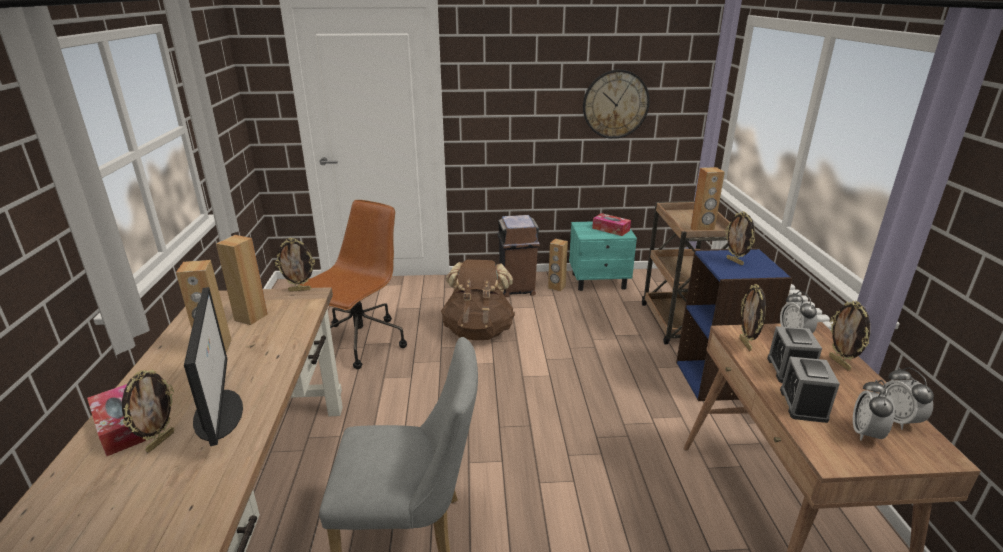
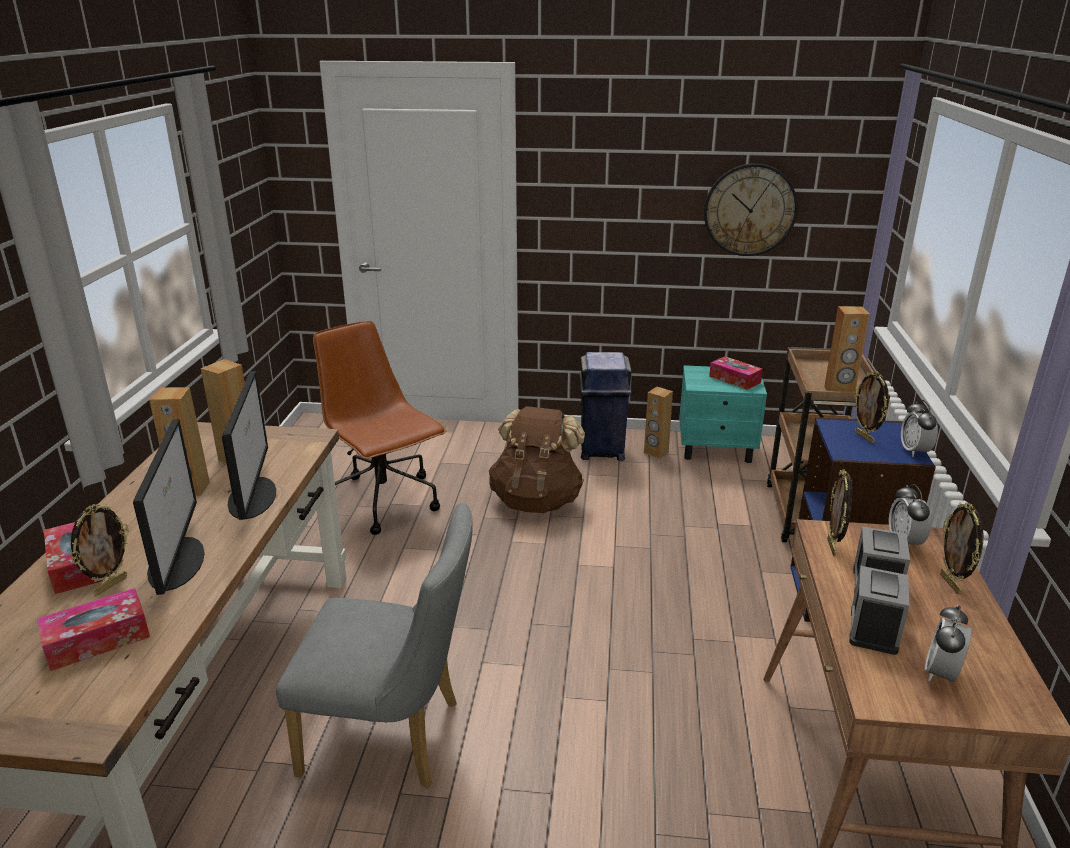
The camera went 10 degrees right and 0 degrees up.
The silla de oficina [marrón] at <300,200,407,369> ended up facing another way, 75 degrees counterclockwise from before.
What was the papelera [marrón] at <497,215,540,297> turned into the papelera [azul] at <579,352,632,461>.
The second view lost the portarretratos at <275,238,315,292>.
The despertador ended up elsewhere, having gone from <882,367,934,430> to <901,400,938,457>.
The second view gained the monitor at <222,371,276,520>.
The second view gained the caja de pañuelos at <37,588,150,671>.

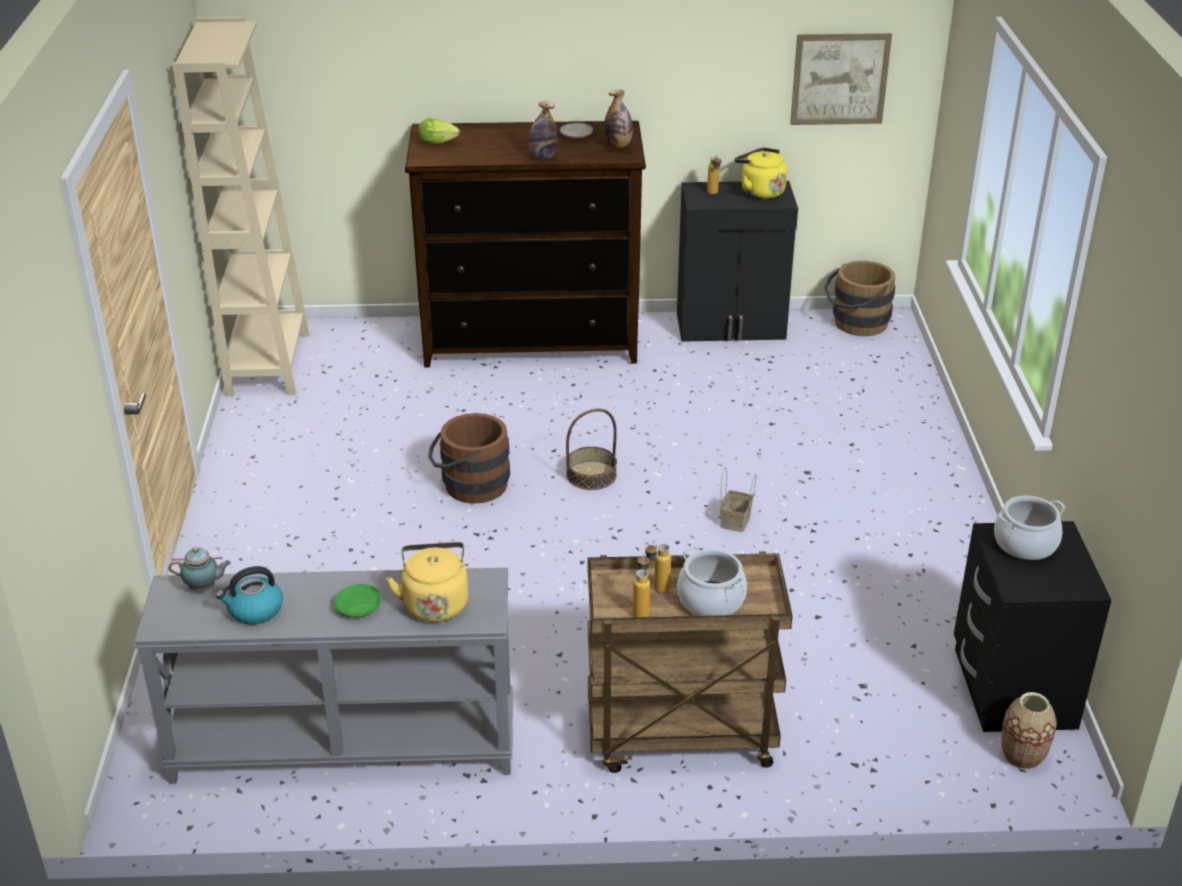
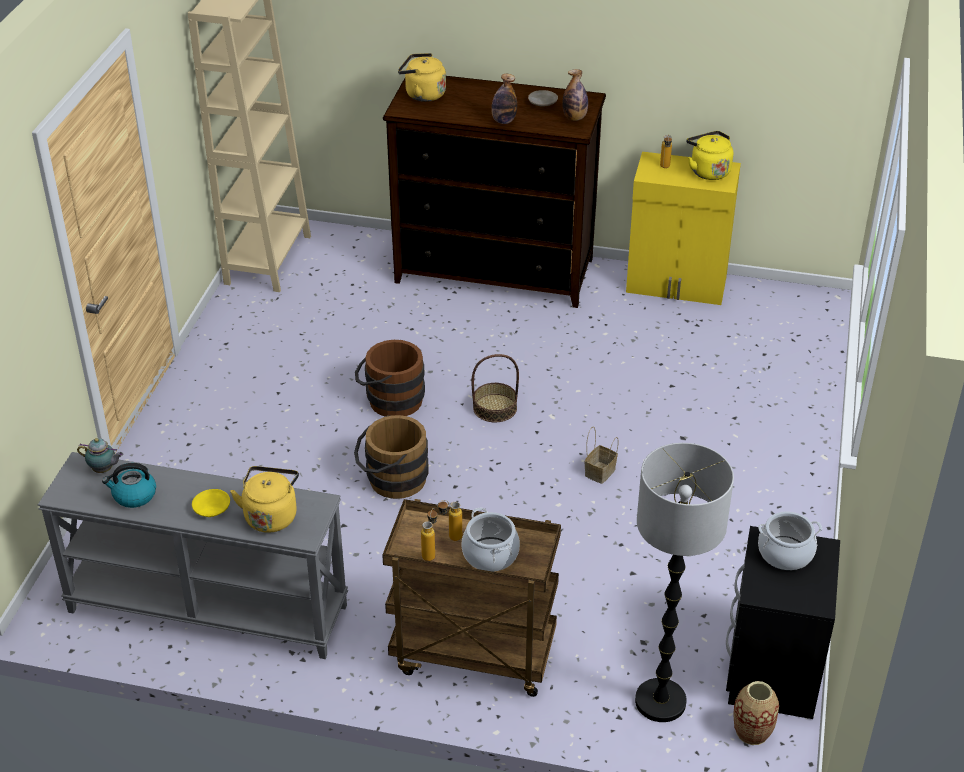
The camera went 15 degrees right and 5 degrees up.
The second view lost the cuadro at <790,33,892,125>.
Where the lechuga stood at <418,118,460,144>, the hervidor [amarillo] came to stand at <398,53,446,102>.
What was the armario [negro] at <677,181,798,342> turned into the armario [amarillo] at <626,152,741,305>.
The cubo [marrón] ended up elsewhere, having gone from <824,261,895,336> to <354,415,428,499>.
What was the plato [verde] at <334,584,381,617> turned into the plato [amarillo] at <192,489,230,517>.
The second view gained the lámpara de pie at <635,443,734,722>.

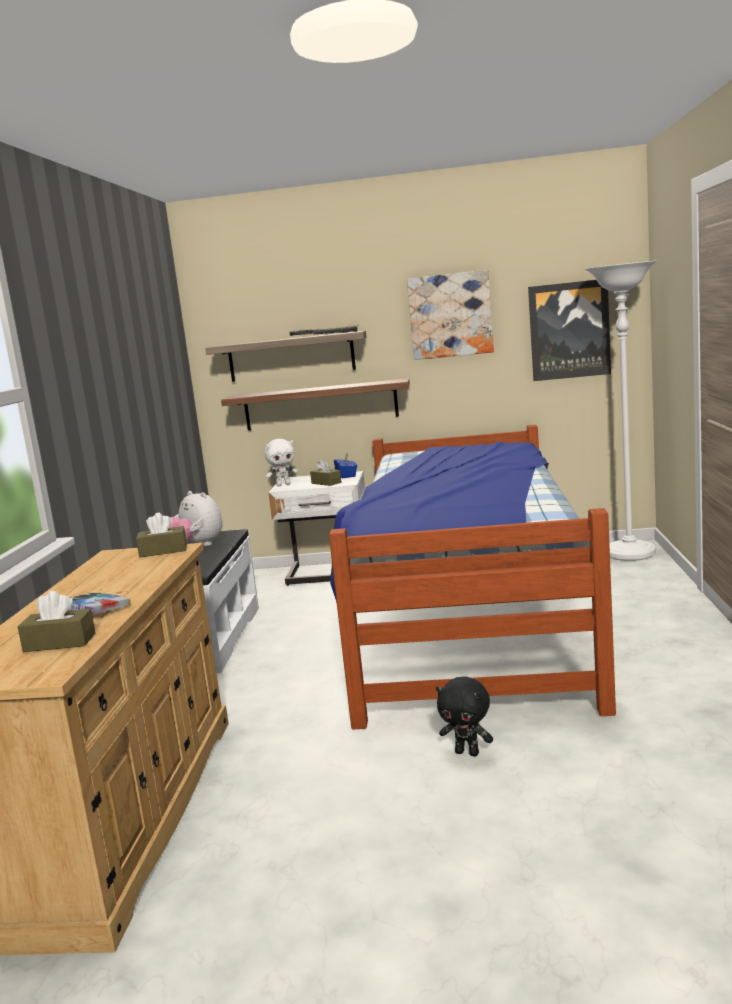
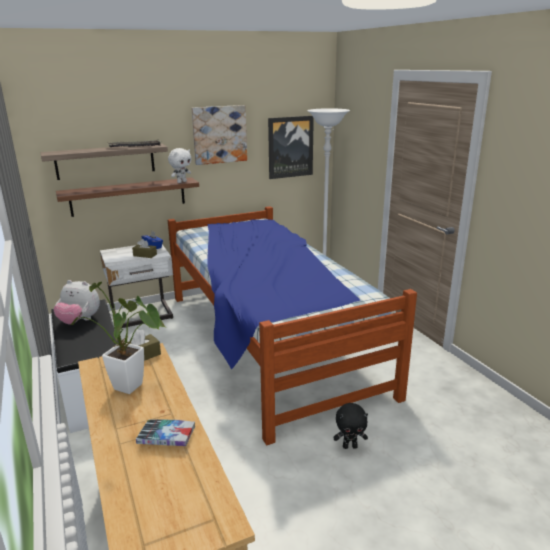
The camera went 30 degrees left and 10 degrees up.
The peluche [blanco] ended up elsewhere, having gone from <264,439,298,486> to <168,148,191,183>.
The second view lost the caja de pañuelos [marrón] at <18,591,96,652>.
The second view gained the planta en maceta at <71,282,166,394>.

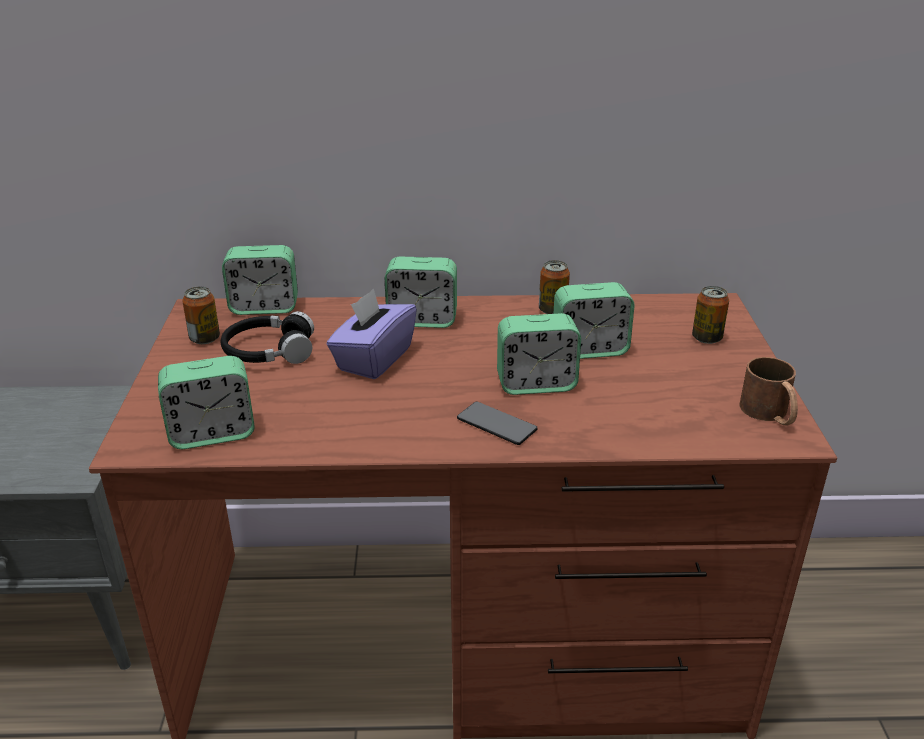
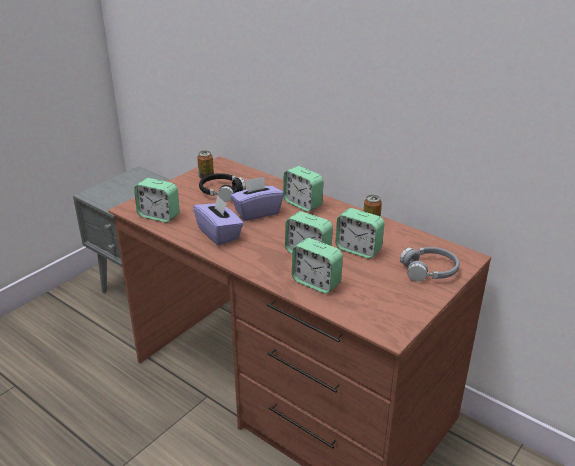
The camera went 40 degrees right and 0 degrees up.
The despertador ended up elsewhere, having gone from <222,245,298,315> to <292,238,343,294>.
Where the lata stood at <692,286,729,344>, the auriculares [gris] came to stand at <400,247,460,282>.
The second view lost the taza grande [marrón] at <739,357,798,425>.
The second view lost the móvil at <457,402,538,445>.
The second view gained the caja de pañuelos [morado] at <193,195,243,246>.

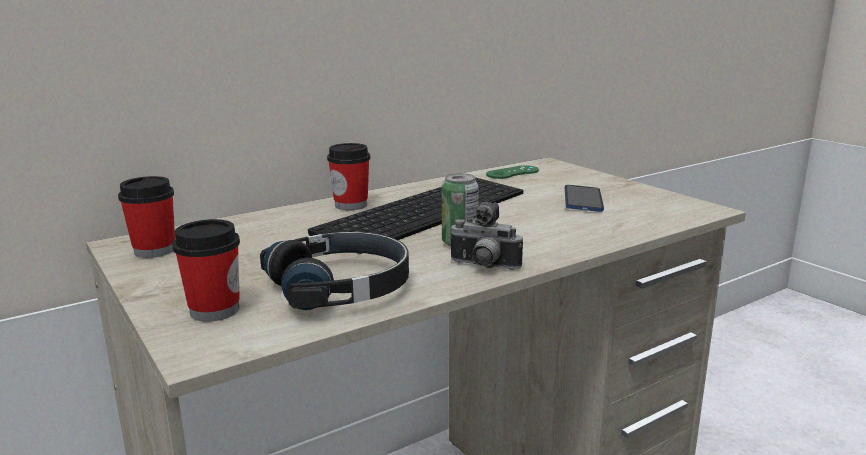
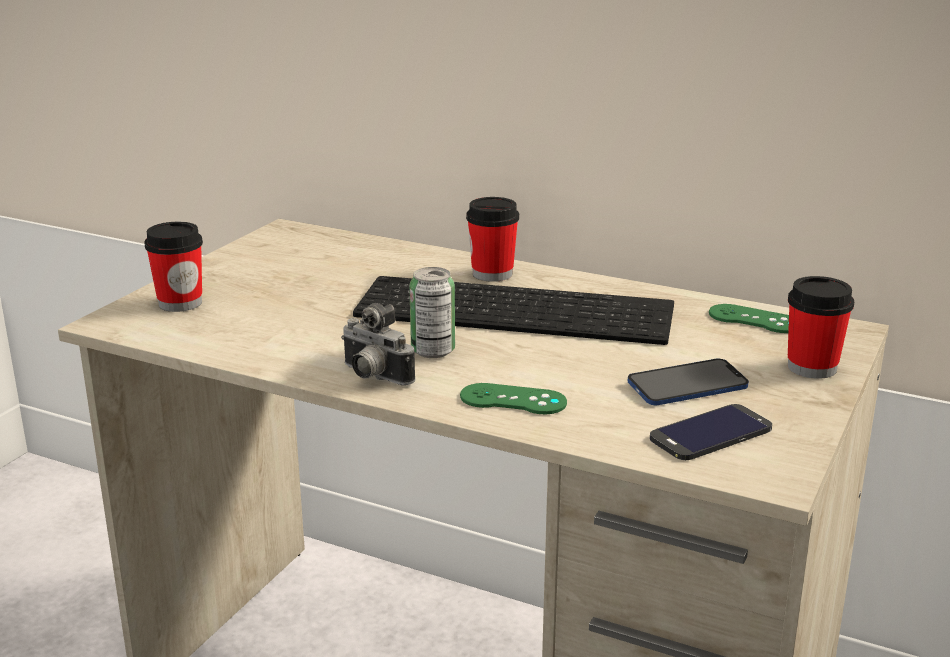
The camera went 60 degrees right and 5 degrees up.
The taza ended up elsewhere, having gone from <118,176,175,258> to <788,276,854,379>.
The cámara at <449,202,523,270> ended up facing another way, 45 degrees counterclockwise from before.
The second view lost the auriculares [negro] at <260,232,409,310>.
The second view gained the mando de consola [verde] at <460,383,567,414>.
The second view gained the móvil at <650,404,772,460>.

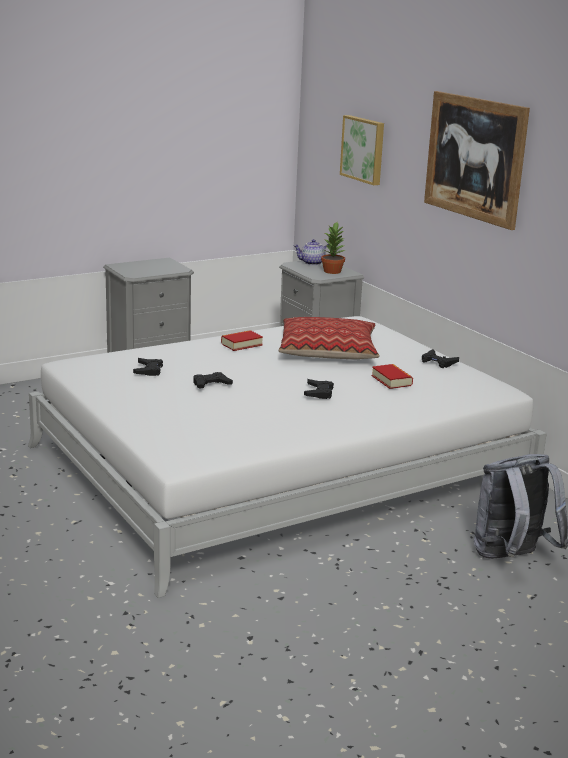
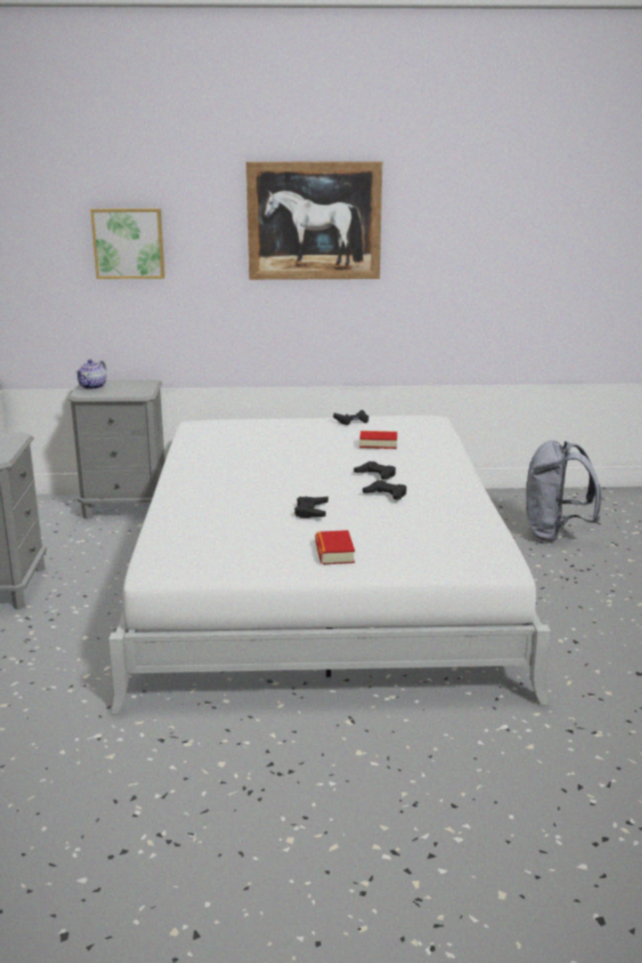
The camera went 60 degrees left and 0 degrees up.
The second view lost the planta en maceta at <321,222,346,274>.
The second view lost the cojín at <279,317,380,359>.
The libro ended up elsewhere, having gone from <221,330,263,351> to <315,530,355,564>.
The mando de consola [negro] ended up elsewhere, having gone from <133,358,163,376> to <363,480,407,500>.

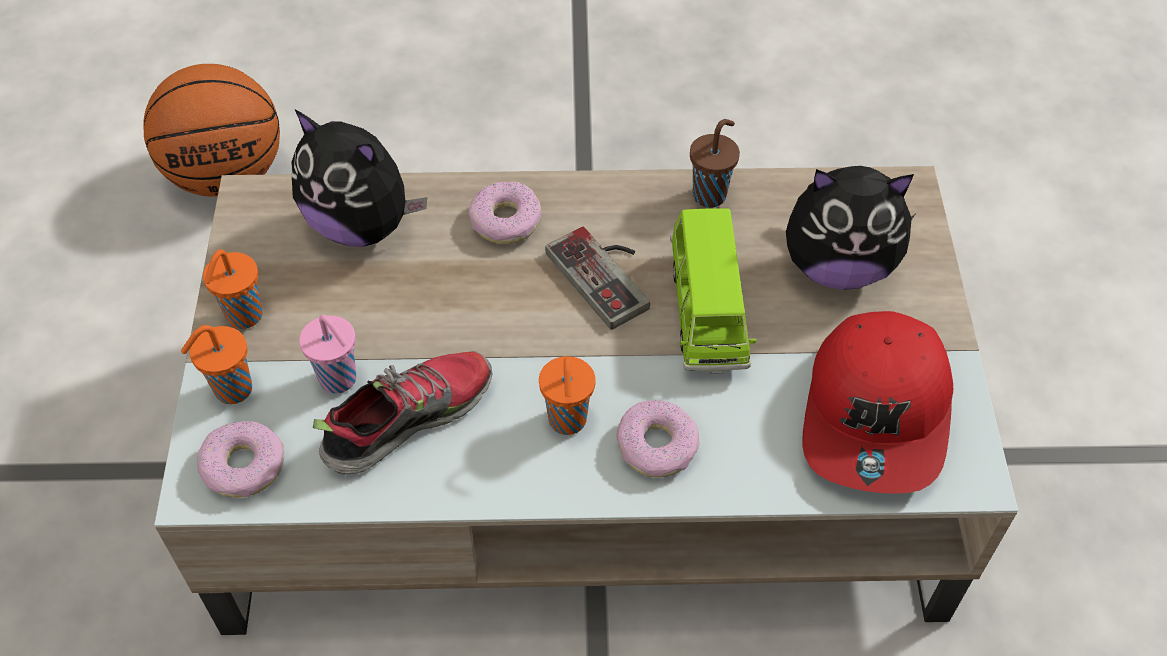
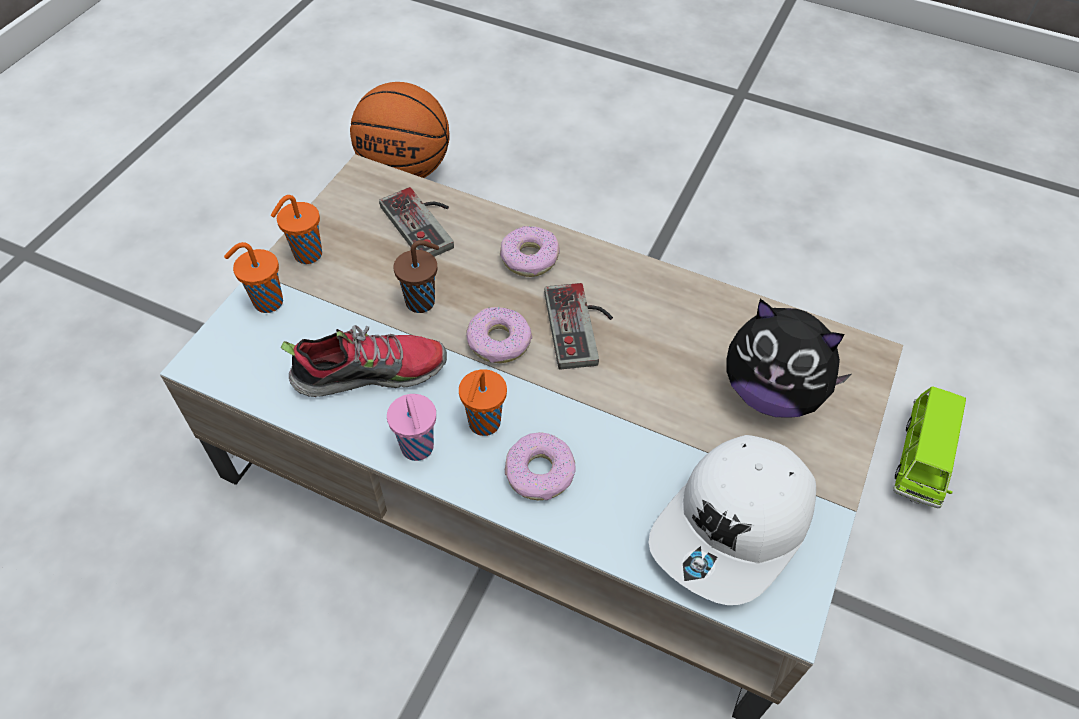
The camera went 25 degrees right and 0 degrees up.
Where the peluche stood at <291,110,427,247>, the mando de consola came to stand at <379,187,454,257>.
The taza [marrón] ended up elsewhere, having gone from <690,119,740,208> to <393,240,439,313>.
The coche de juguete [verde] ended up elsewhere, having gone from <670,208,757,374> to <893,386,966,508>.
What was the gorra [rojo] at <802,311,953,494> turned into the gorra [blanco] at <649,435,816,605>.
The taza [rosa] ended up elsewhere, having gone from <299,315,356,393> to <387,394,436,461>.
The rosquilla ended up elsewhere, having gone from <197,421,284,498> to <466,307,532,363>.

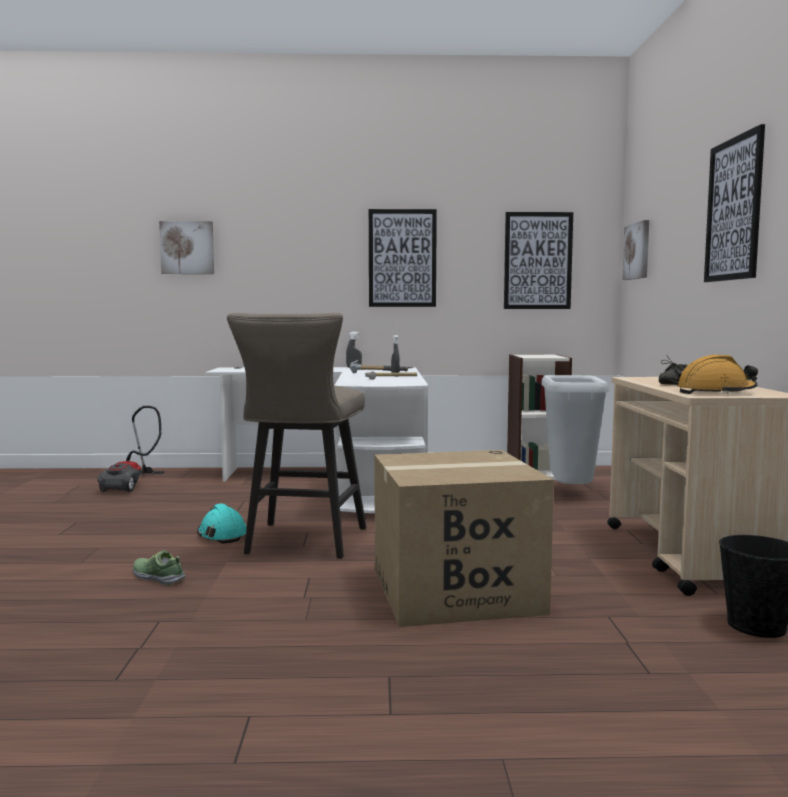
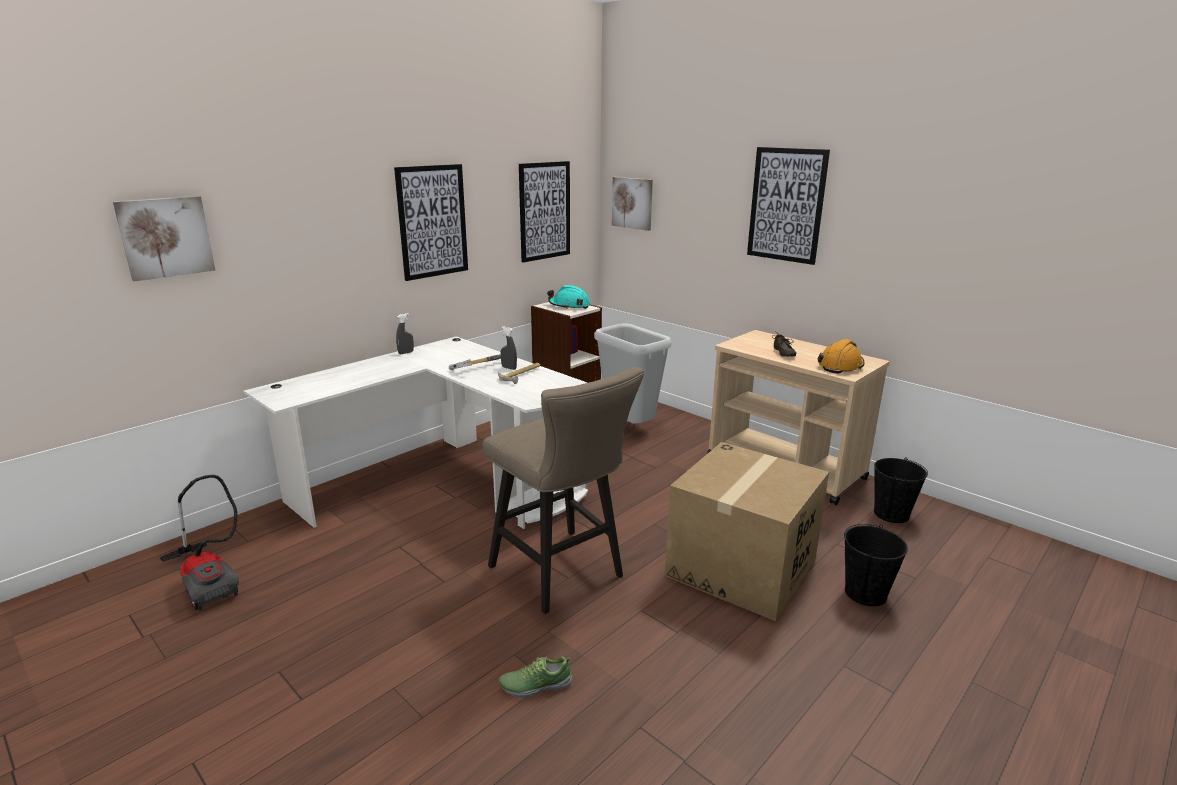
The camera went 45 degrees left and 15 degrees up.
The casco [turquesa] ended up elsewhere, having gone from <197,503,247,544> to <547,285,590,309>.
The second view gained the cubo [negro] at <844,524,908,606>.

